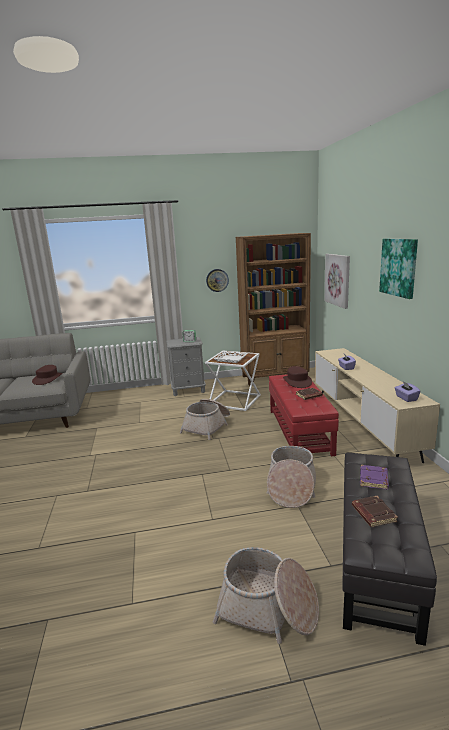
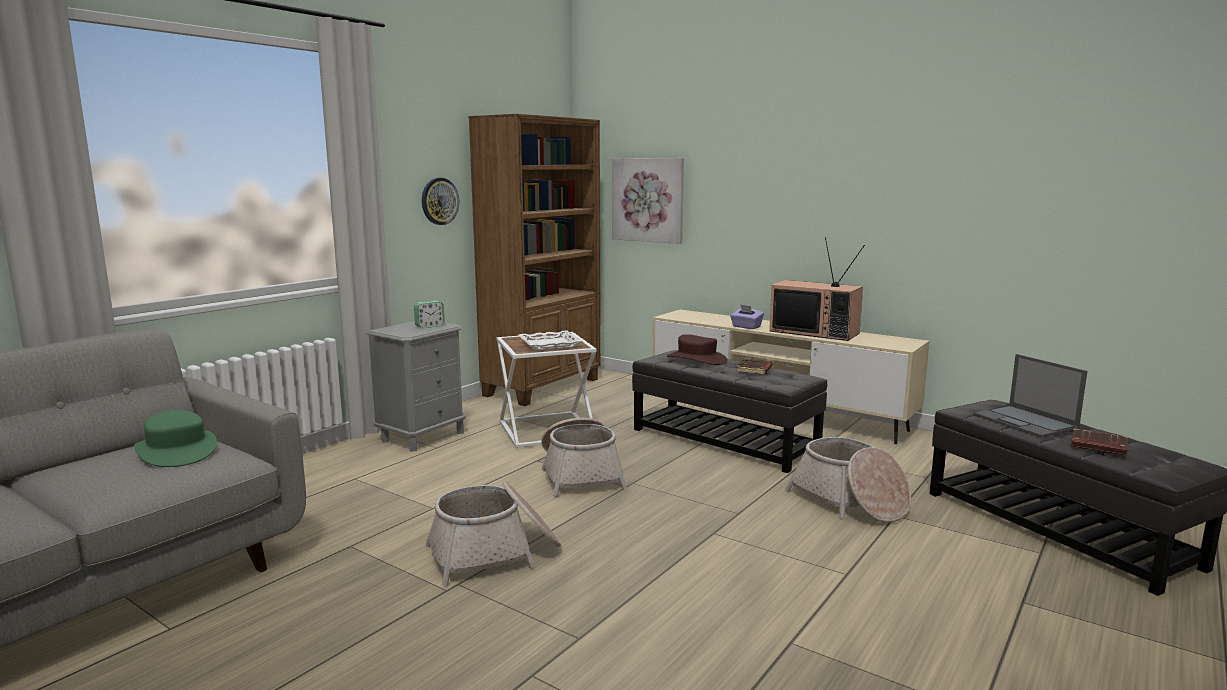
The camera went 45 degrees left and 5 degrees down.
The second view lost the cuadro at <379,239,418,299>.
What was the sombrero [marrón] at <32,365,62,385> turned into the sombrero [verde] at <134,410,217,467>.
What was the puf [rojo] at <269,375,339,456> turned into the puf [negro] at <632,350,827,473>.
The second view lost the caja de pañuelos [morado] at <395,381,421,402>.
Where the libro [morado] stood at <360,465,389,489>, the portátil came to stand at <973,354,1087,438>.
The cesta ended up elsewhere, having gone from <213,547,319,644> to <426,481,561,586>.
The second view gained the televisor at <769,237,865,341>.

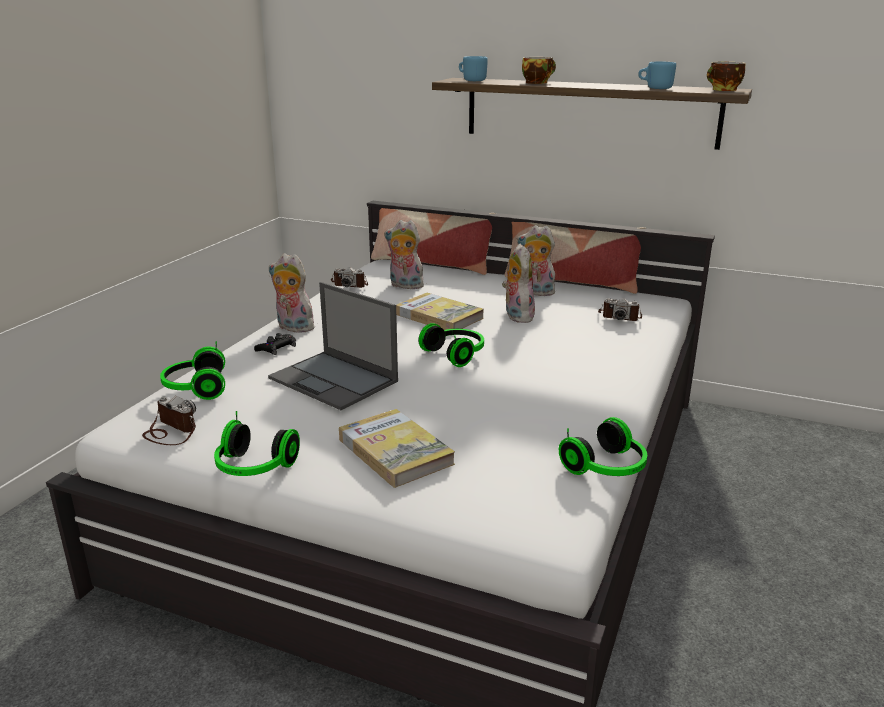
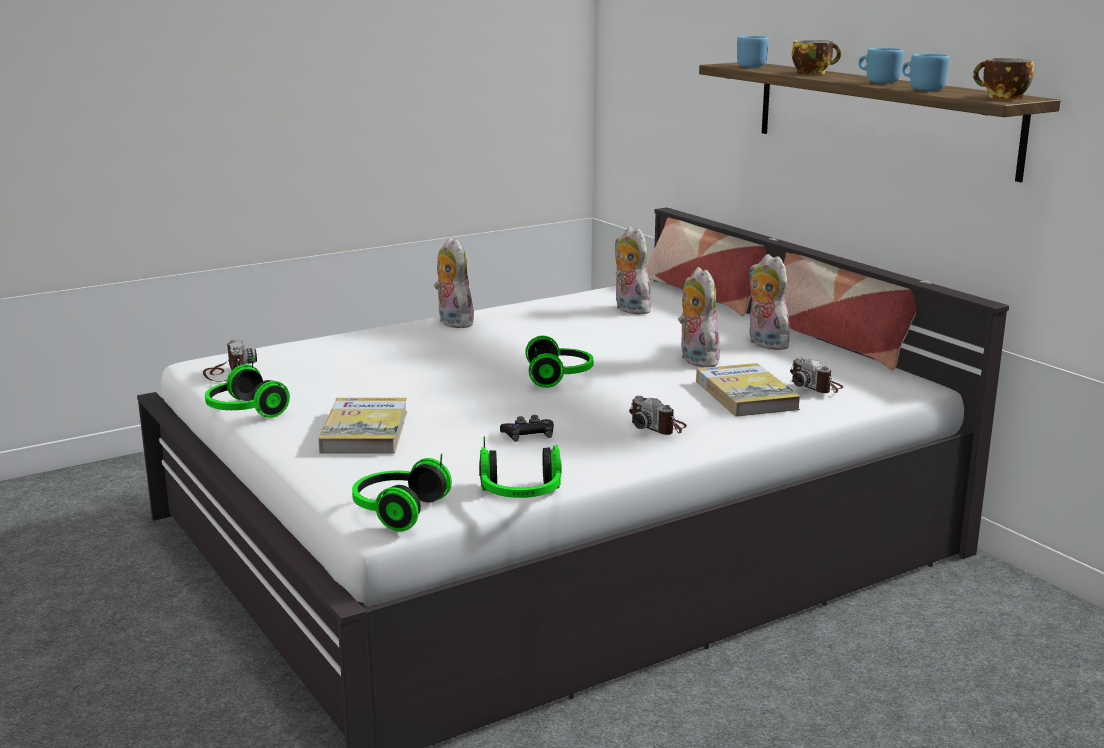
The camera went 35 degrees right and 5 degrees down.
The peluche at <502,244,535,323> ended up facing another way, 45 degrees counterclockwise from before.
The cámara ended up elsewhere, having gone from <331,267,368,288> to <629,396,687,435>.
The second view lost the portátil at <268,282,398,410>.
The libro ended up elsewhere, having gone from <396,293,484,330> to <696,363,801,417>.
The mando de consola [negro] ended up elsewhere, having gone from <254,333,296,355> to <500,415,554,442>.
The auriculares ended up elsewhere, having gone from <160,341,225,400> to <352,453,452,532>.
The second view gained the taza grande [azul] at <859,48,904,83>.

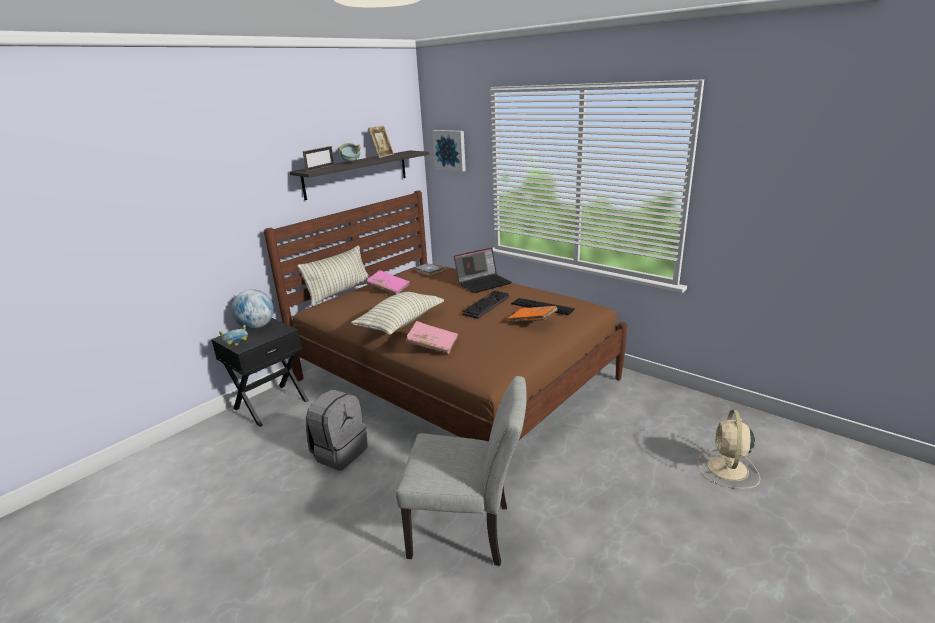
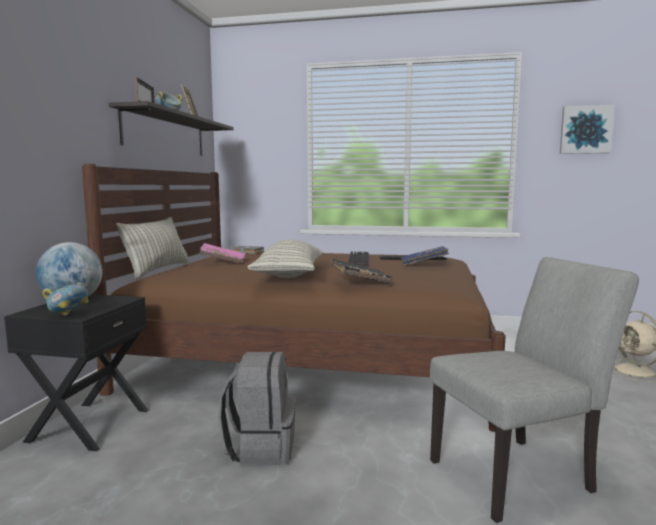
The camera went 30 degrees left and 15 degrees down.
The cuadro ended up elsewhere, having gone from <432,130,466,172> to <560,105,615,154>.
The second view lost the portátil at <454,247,512,293>.
What was the libro [naranja] at <507,306,558,322> turned into the libro [azul] at <401,246,449,265>.
What was the libro [rosa] at <406,321,458,354> turned into the libro [negro] at <329,258,393,284>.

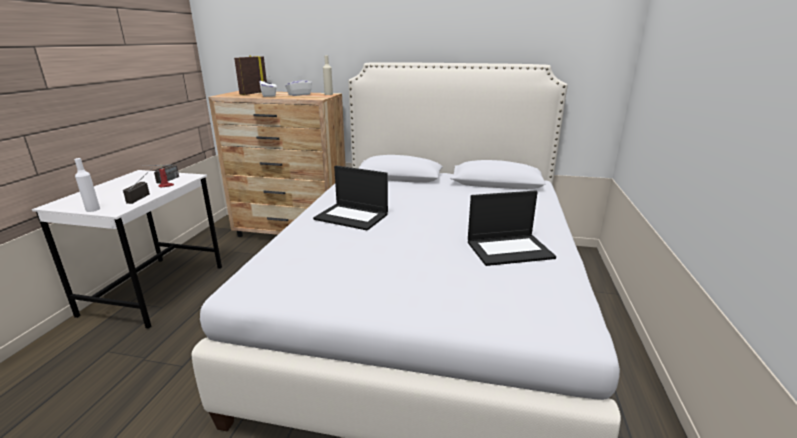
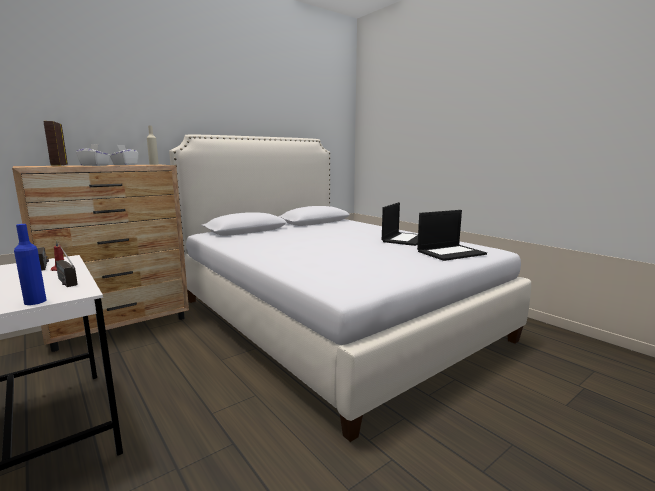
The camera went 50 degrees left and 10 degrees down.
What was the botella [blanco] at <74,158,100,212> turned into the botella [azul] at <14,224,46,305>.
The portátil ended up elsewhere, having gone from <313,166,388,231> to <417,210,487,261>.

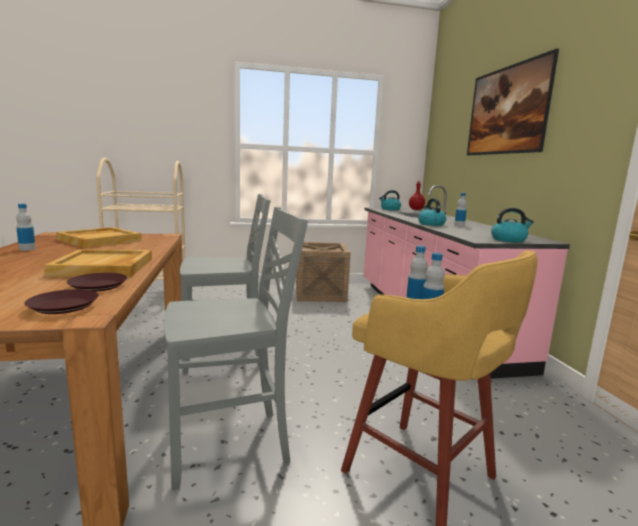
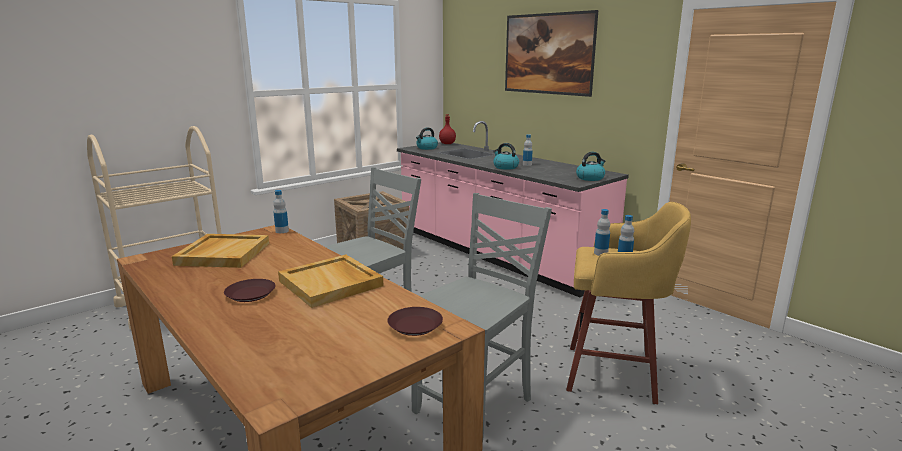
The camera went 30 degrees left and 5 degrees up.
The botella ended up elsewhere, having gone from <16,204,36,251> to <273,190,289,233>.
The plato [marrón] ended up elsewhere, having gone from <67,273,127,292> to <224,279,276,302>.

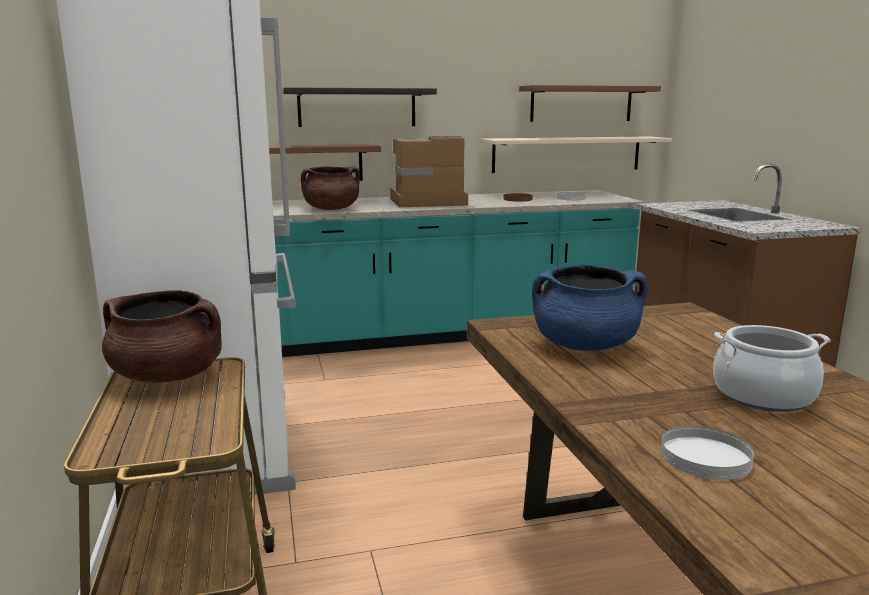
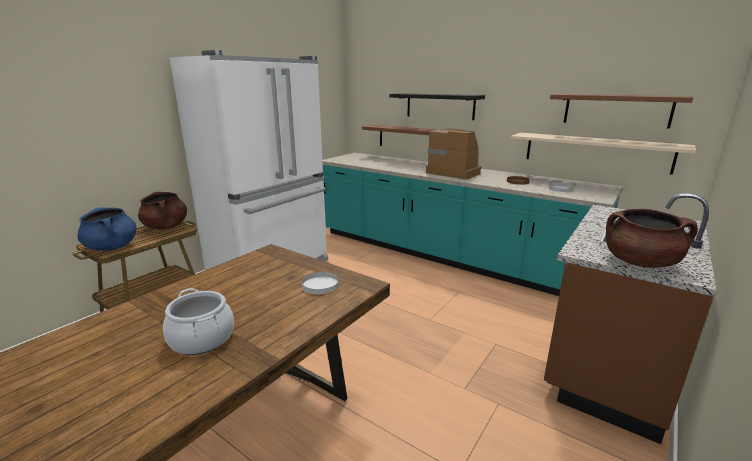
The camera went 50 degrees right and 5 degrees up.
The olla [marrón] ended up elsewhere, having gone from <301,166,360,210> to <606,209,698,268>.
The olla [azul] ended up elsewhere, having gone from <532,264,648,351> to <77,207,137,251>.
The plato [blanco] ended up elsewhere, having gone from <660,426,754,480> to <302,272,339,294>.

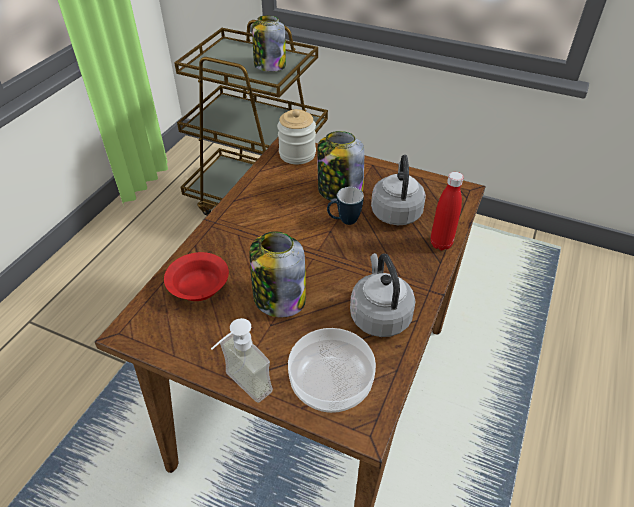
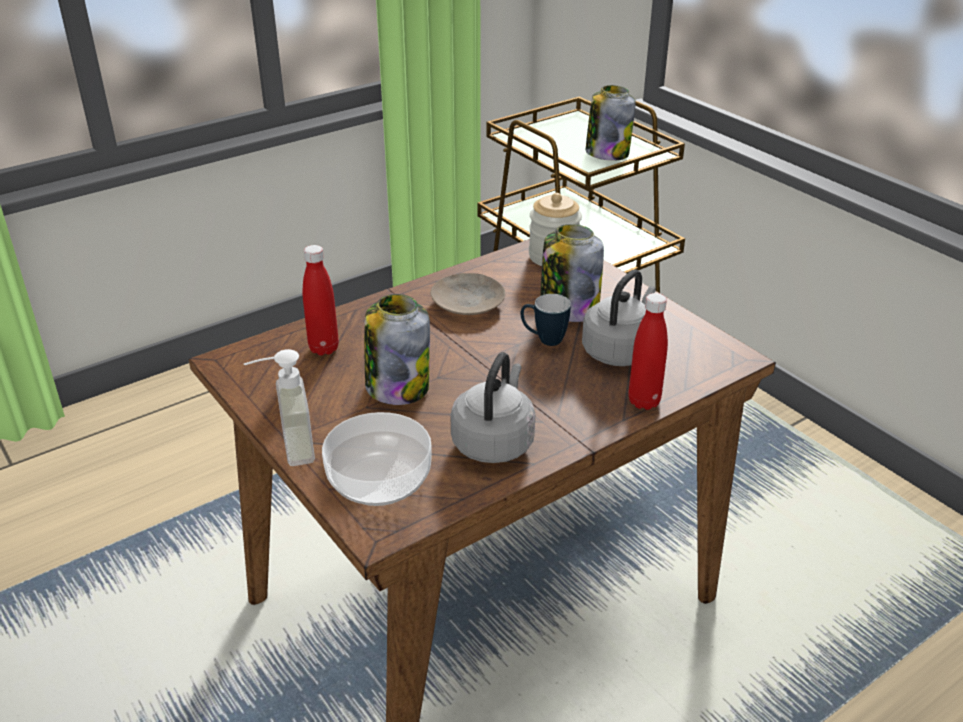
The camera went 30 degrees right and 10 degrees down.
Where the cuenco [rojo] stood at <164,252,229,301>, the botella [rojo] came to stand at <303,245,339,356>.
The second view gained the plato [beis] at <431,273,505,315>.

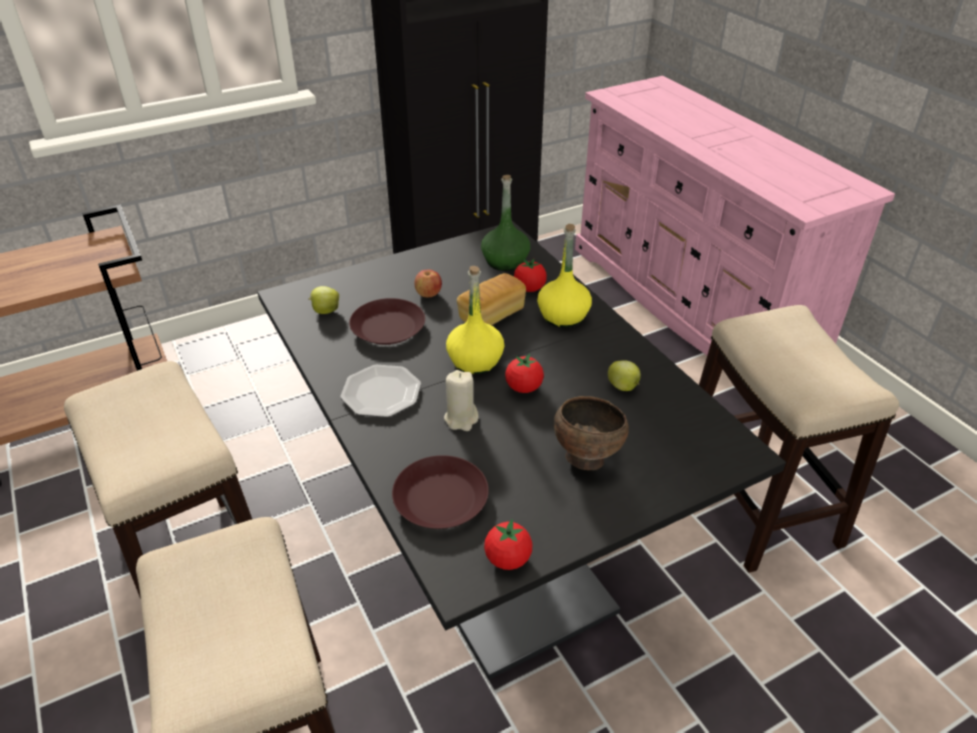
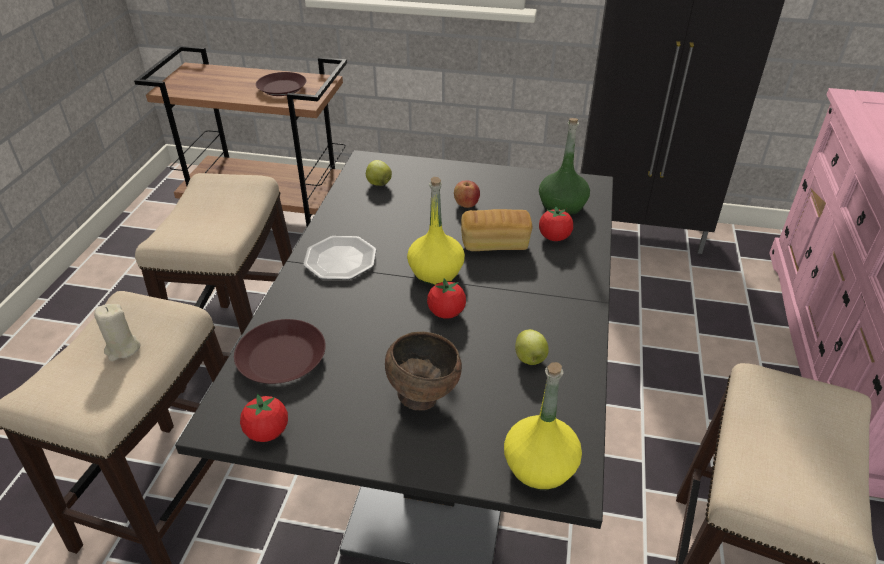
The camera went 40 degrees right and 0 degrees up.
The botella [amarillo] ended up elsewhere, having gone from <537,224,592,328> to <504,362,582,490>.
The plato [marrón] ended up elsewhere, having gone from <349,298,425,345> to <256,72,306,96>.
The vela [beis] ended up elsewhere, having gone from <444,370,478,431> to <94,304,140,361>.

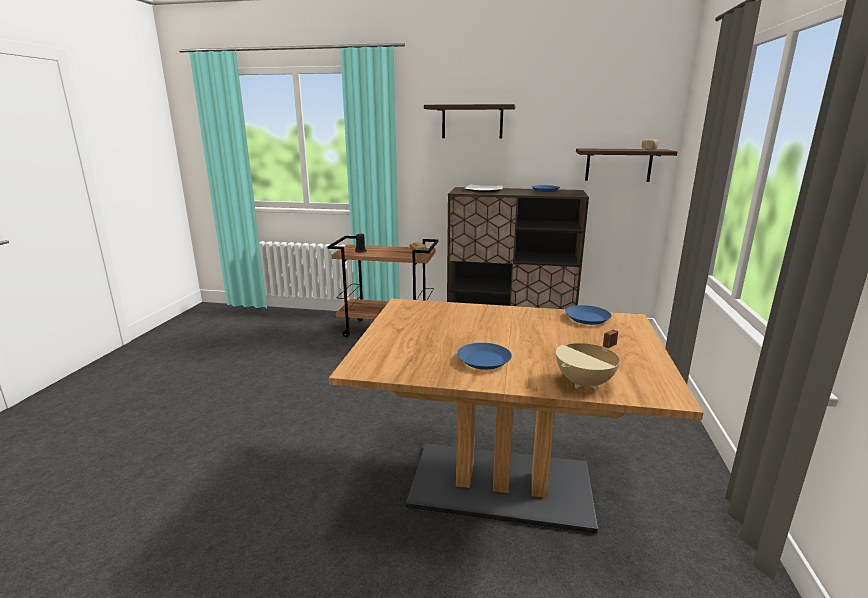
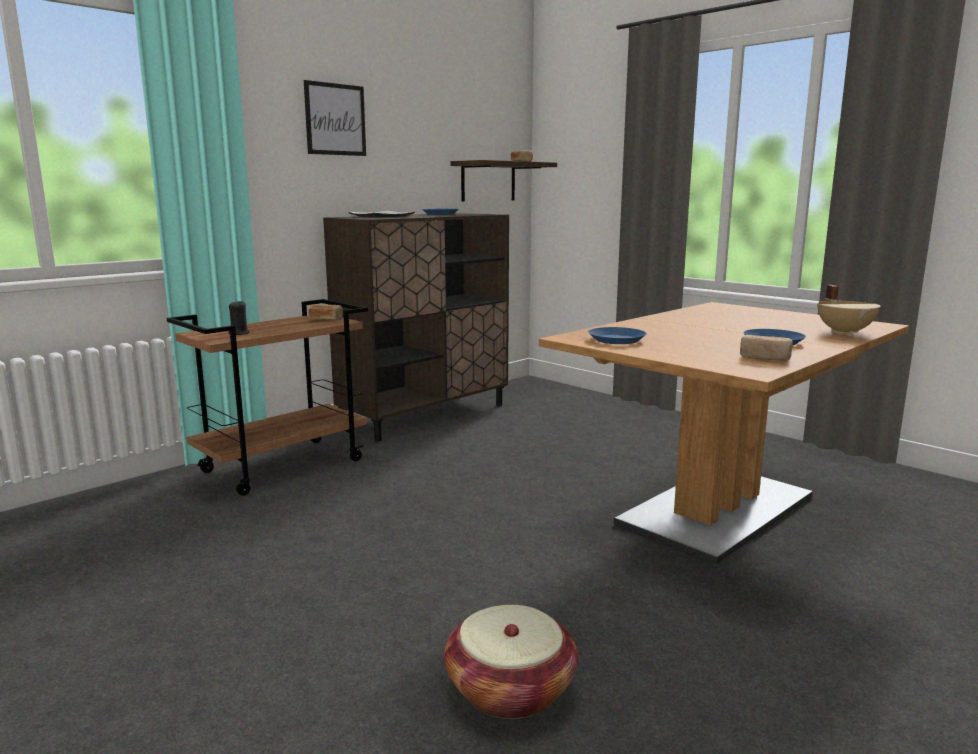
The camera went 55 degrees left and 5 degrees down.
Where the estante hung at <424,104,515,138>, the cuadro came to hang at <304,80,366,156>.
The plato [azul] ended up elsewhere, having gone from <565,305,612,325> to <588,327,647,344>.
The second view gained the pan at <740,335,793,360>.
The second view gained the cesta at <444,605,578,719>.

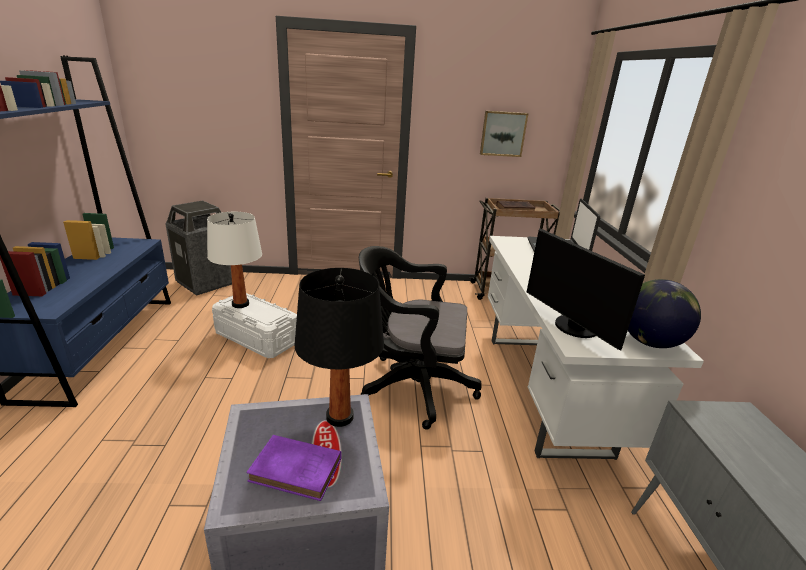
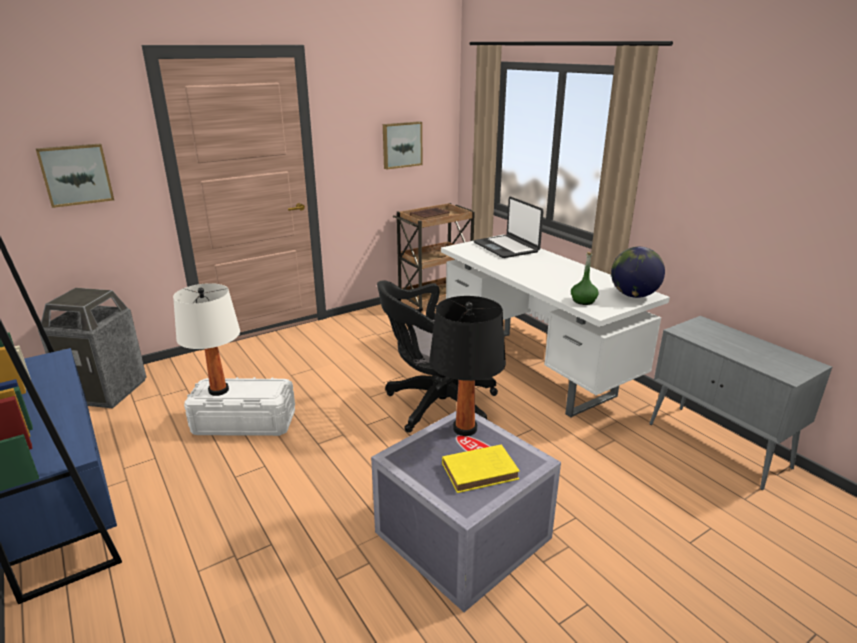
The camera went 30 degrees left and 0 degrees up.
Where the monitor stood at <527,228,645,350>, the botella [verde] came to stand at <571,252,599,305>.
What was the libro [morado] at <247,435,342,501> turned into the libro [amarillo] at <442,444,520,493>.
The second view gained the cuadro at <35,143,114,208>.

